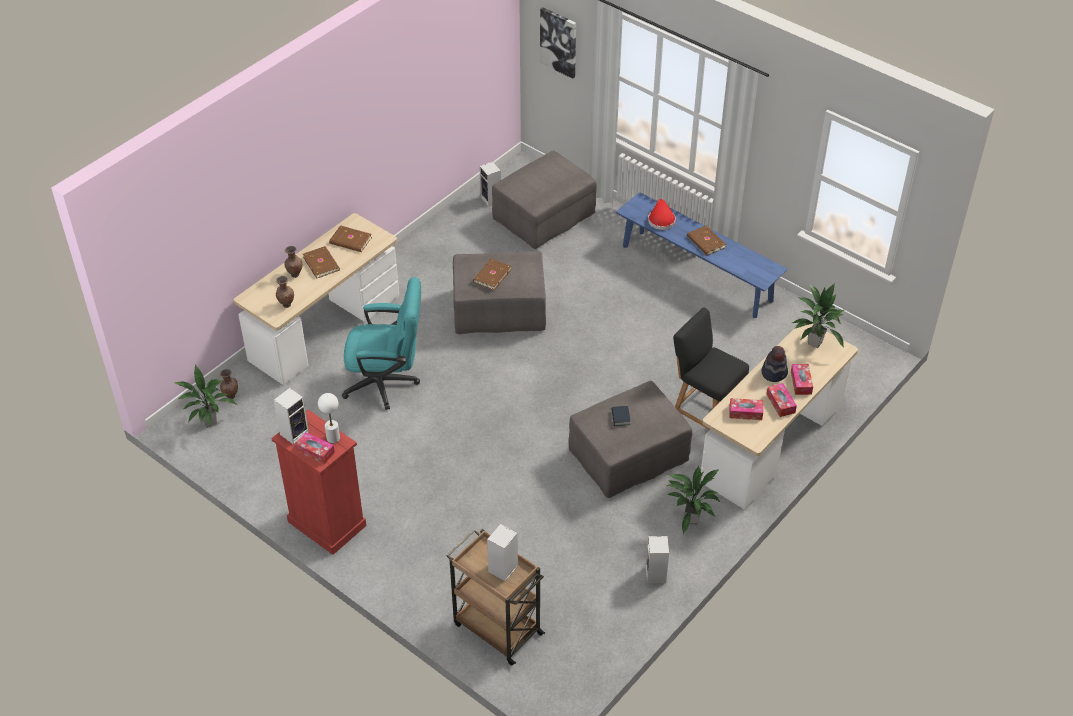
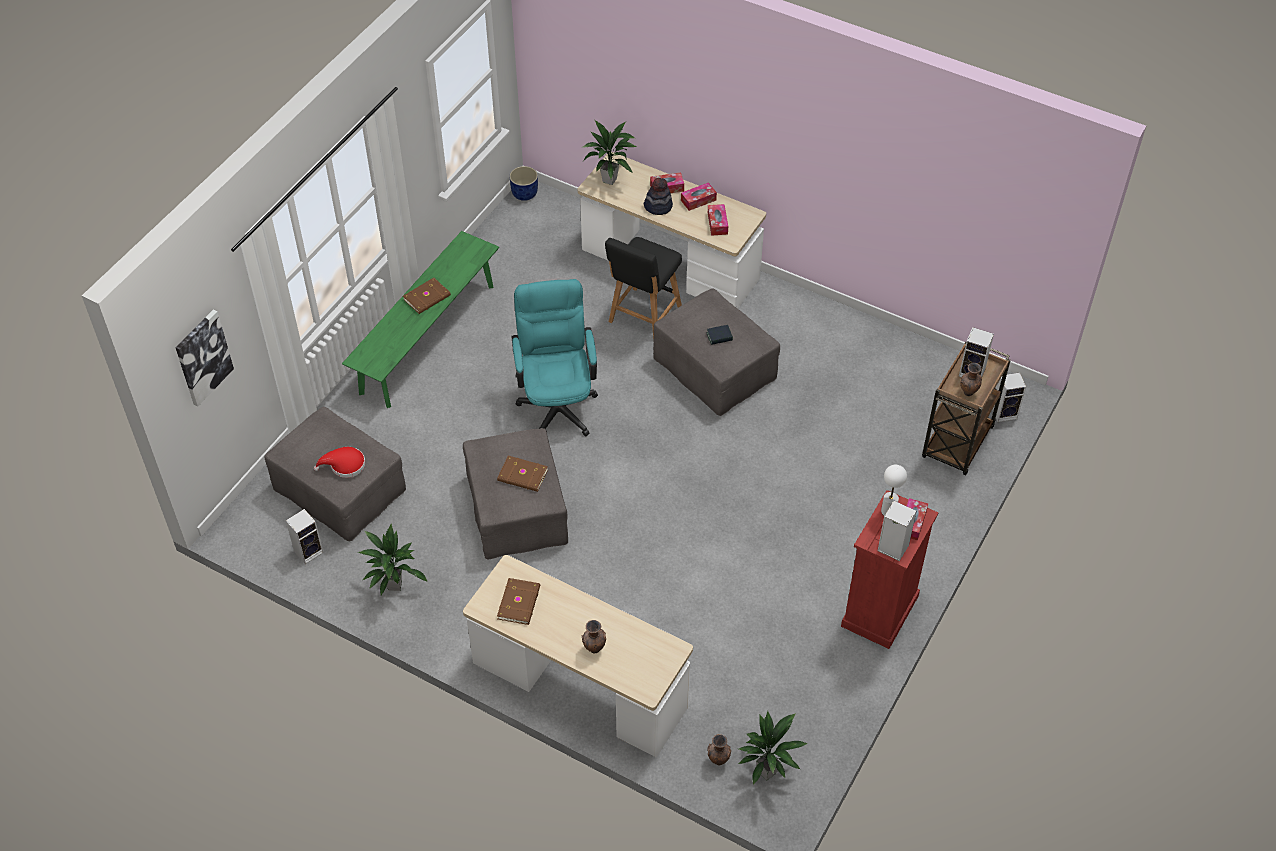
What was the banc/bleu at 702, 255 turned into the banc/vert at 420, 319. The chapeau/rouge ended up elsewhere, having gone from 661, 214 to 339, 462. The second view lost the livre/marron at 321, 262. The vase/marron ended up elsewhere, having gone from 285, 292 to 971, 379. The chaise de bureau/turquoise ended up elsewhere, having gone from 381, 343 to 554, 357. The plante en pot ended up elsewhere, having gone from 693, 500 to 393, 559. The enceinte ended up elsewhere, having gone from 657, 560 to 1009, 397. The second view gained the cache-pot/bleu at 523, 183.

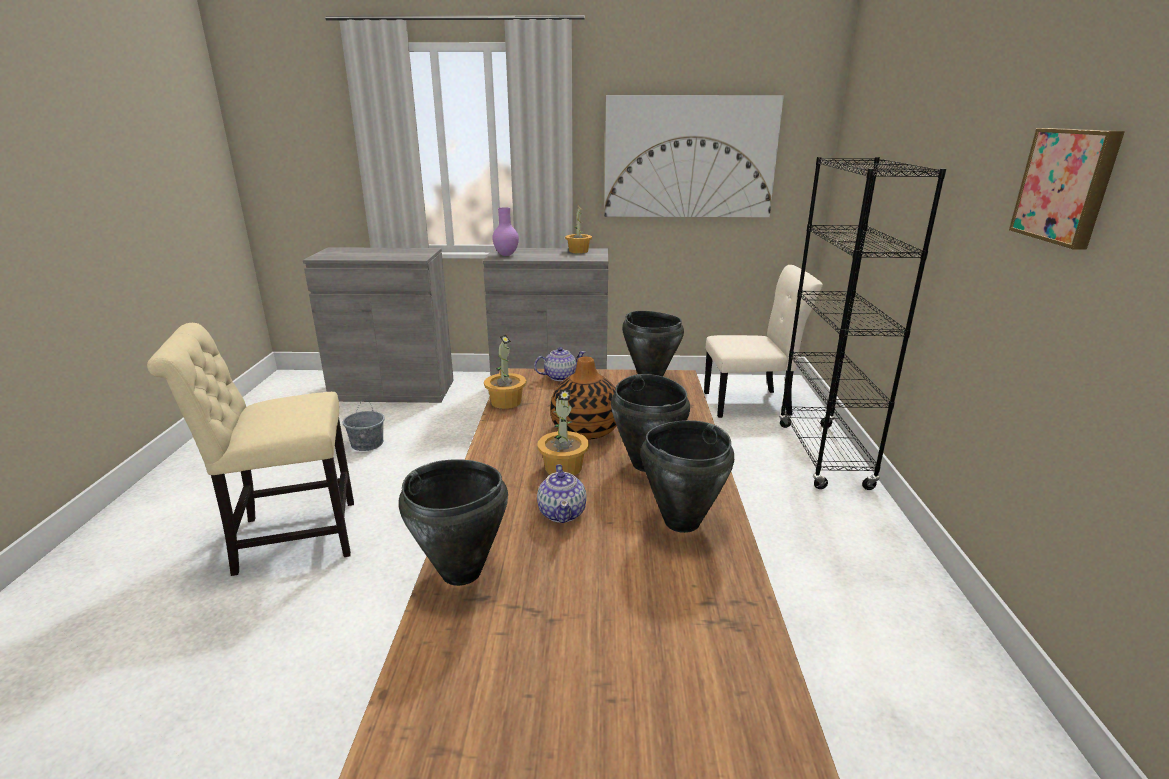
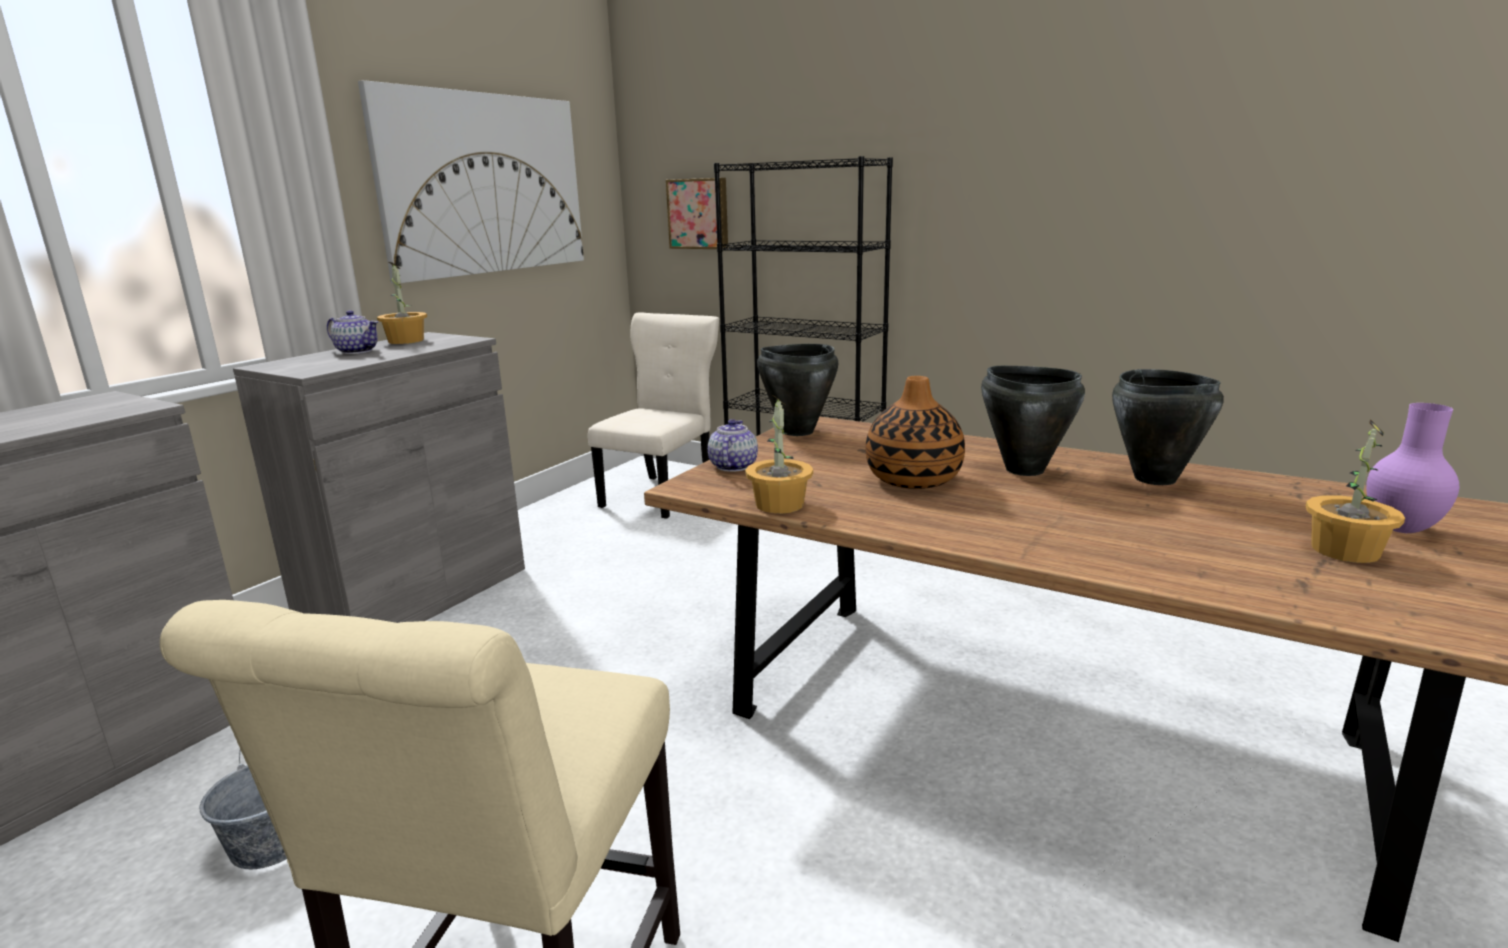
The tableau ended up elsewhere, having gone from 1067, 189 to 697, 213. The vase/violet ended up elsewhere, having gone from 505, 231 to 1412, 468. The plante en pot ended up elsewhere, having gone from 563, 432 to 1355, 491. The second view lost the marmite/noir at 453, 522. The théière ended up elsewhere, having gone from 562, 493 to 352, 332.

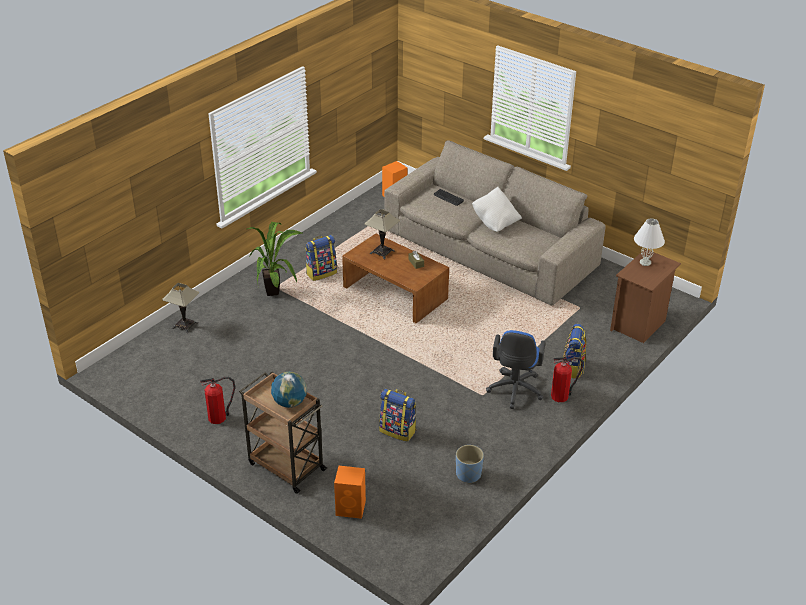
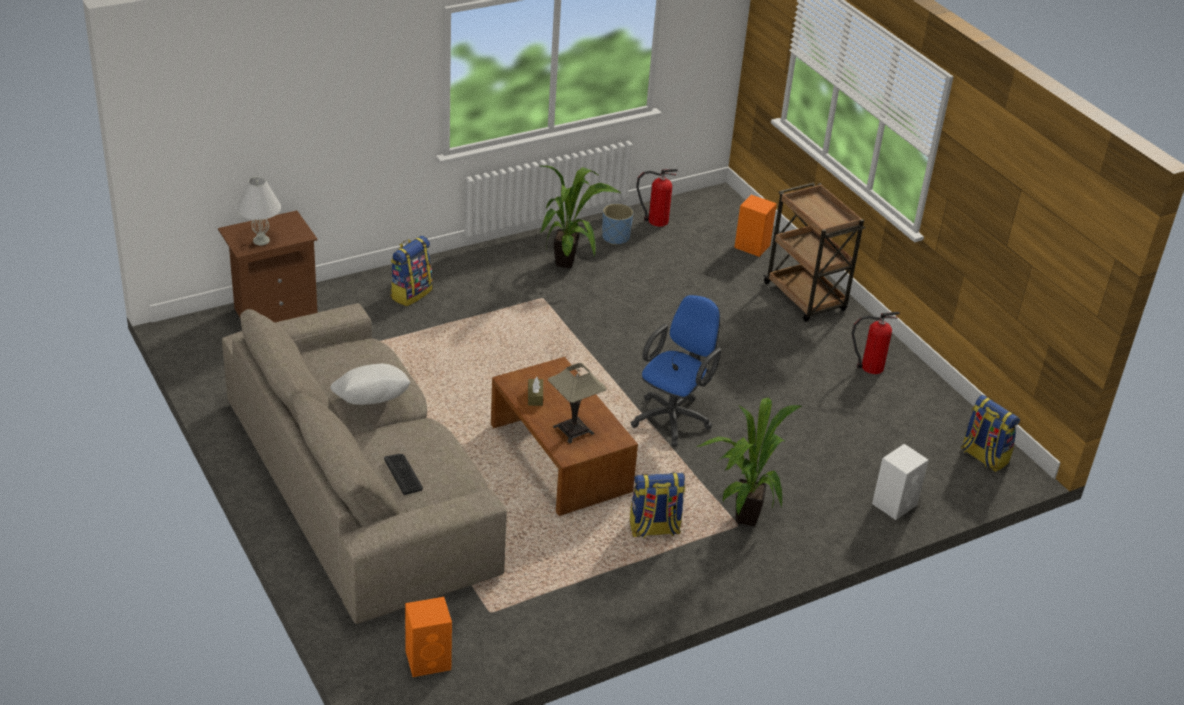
Where the lampe de table stood at 180, 308, the enceinte/blanc came to stand at 900, 482. The chaise de bureau/bleu ended up elsewhere, having gone from 515, 369 to 676, 371. The extincteur ended up elsewhere, having gone from 567, 379 to 657, 198. The second view lost the globe at 289, 390. The sac à dos ended up elsewhere, having gone from 397, 415 to 990, 433. The second view gained the plante en pot at 580, 217.

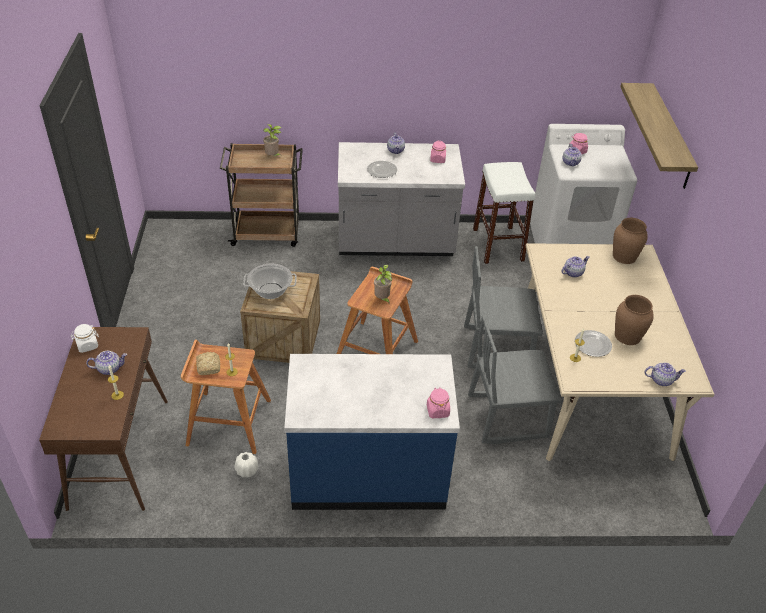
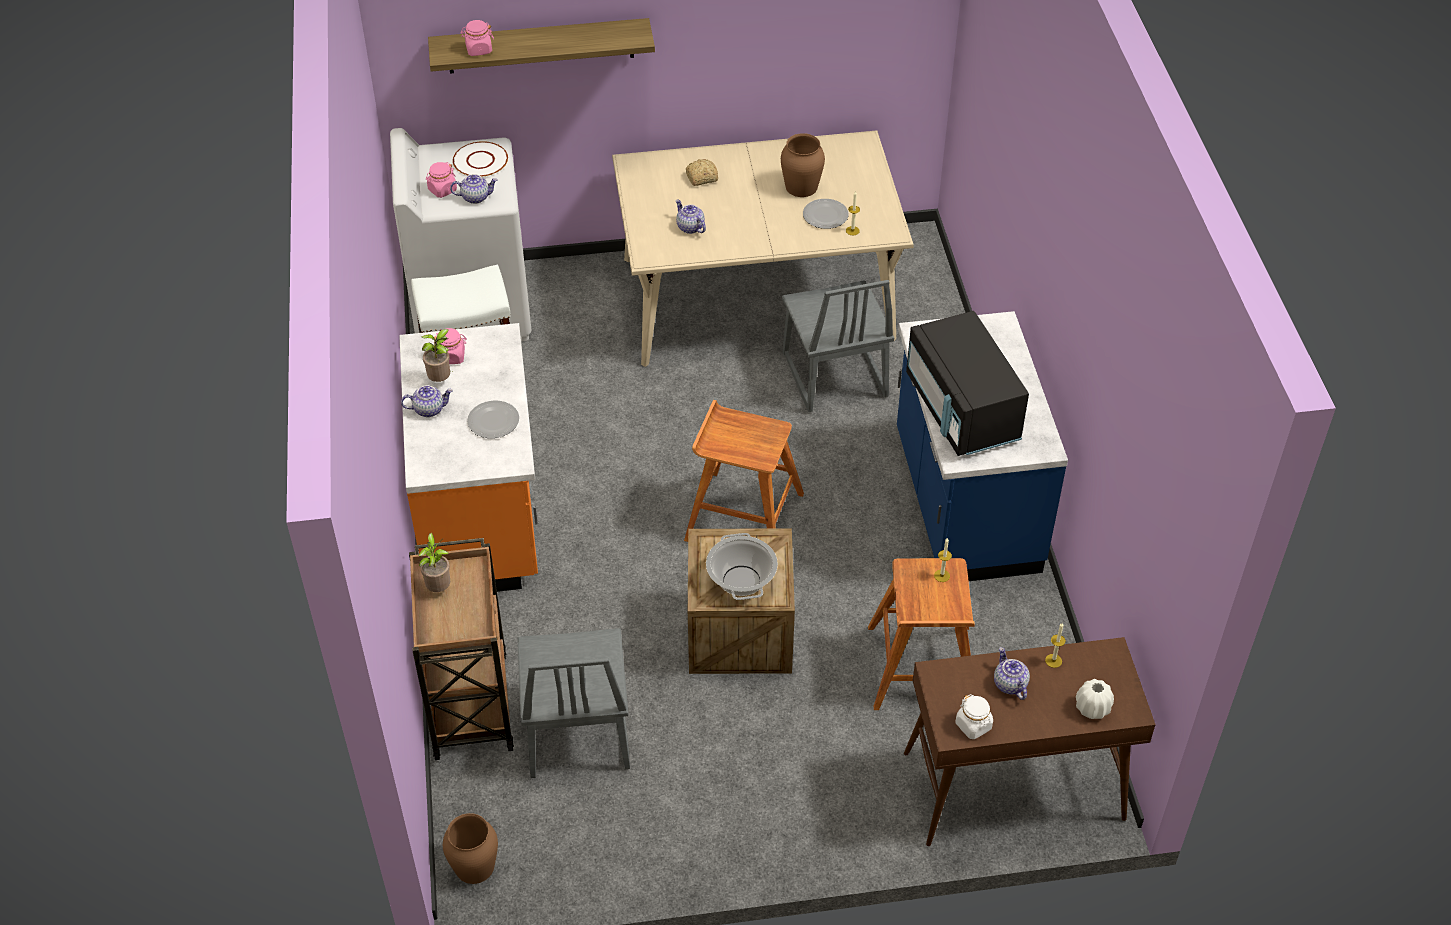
What was the comptoir de cuisine/gris at 401, 199 turned into the comptoir de cuisine/orange at 468, 457. The vase/marron ended up elsewhere, having gone from 630, 241 to 470, 848. The chaise/gris ended up elsewhere, having gone from 503, 307 to 573, 703. The plante en pot ended up elsewhere, having gone from 383, 283 to 435, 355. The pain ended up elsewhere, having gone from 208, 363 to 702, 172. The second view lost the théière at 665, 374. The bocal/rose ended up elsewhere, having gone from 438, 403 to 477, 38. The vase/blanc ended up elsewhere, having gone from 246, 465 to 1095, 699. The second view gained the assiette/blanc at 480, 159. The second view gained the micro-ondes/noir at 967, 383.

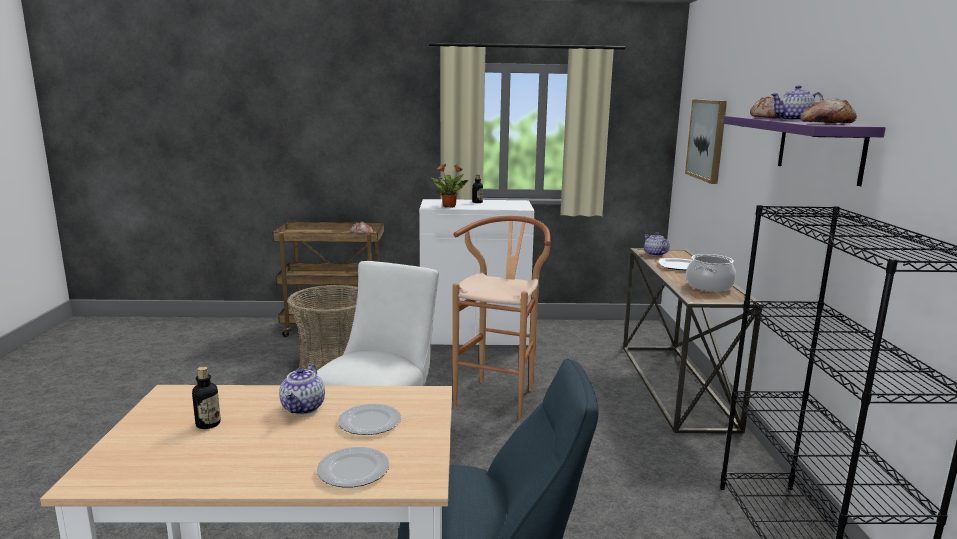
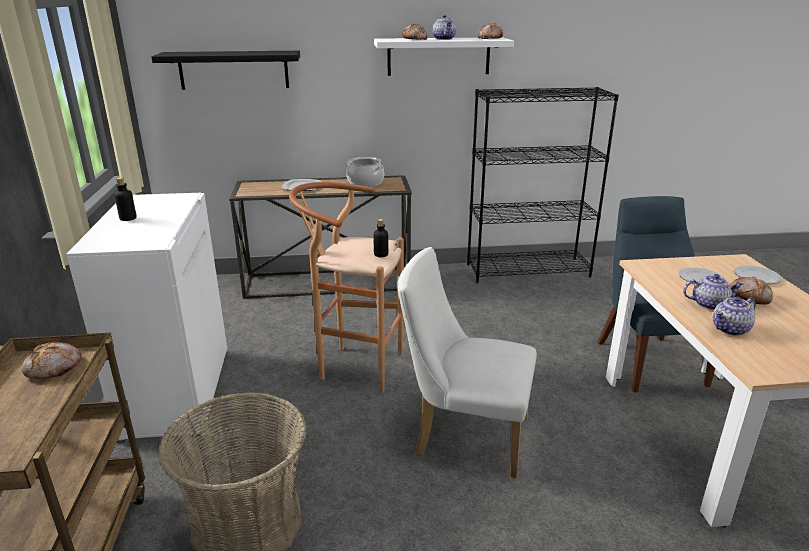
Where the tableau hung at 706, 141, the étagère/noir came to hang at 225, 70. What was the étagère/violet at 804, 151 turned into the étagère/blanc at 444, 56. The second view lost the plante en pot at 449, 186. The théière ended up elsewhere, having gone from 657, 244 to 734, 316. The bouteille ended up elsewhere, having gone from 206, 397 to 381, 238. The second view gained the pain at 751, 290.

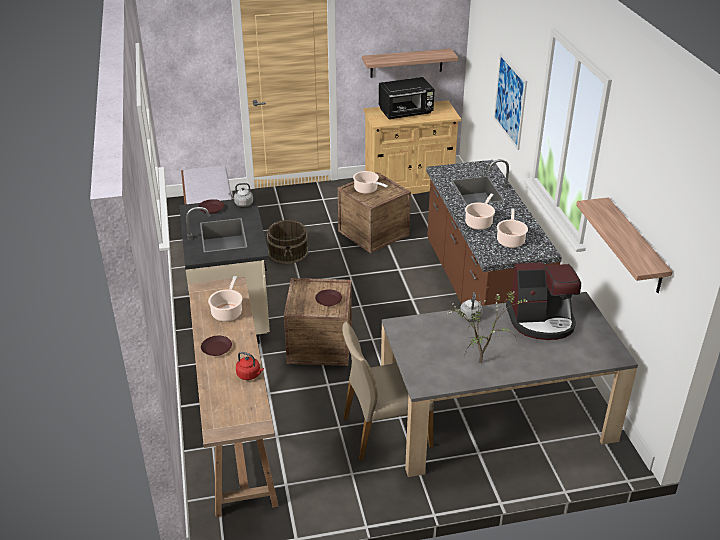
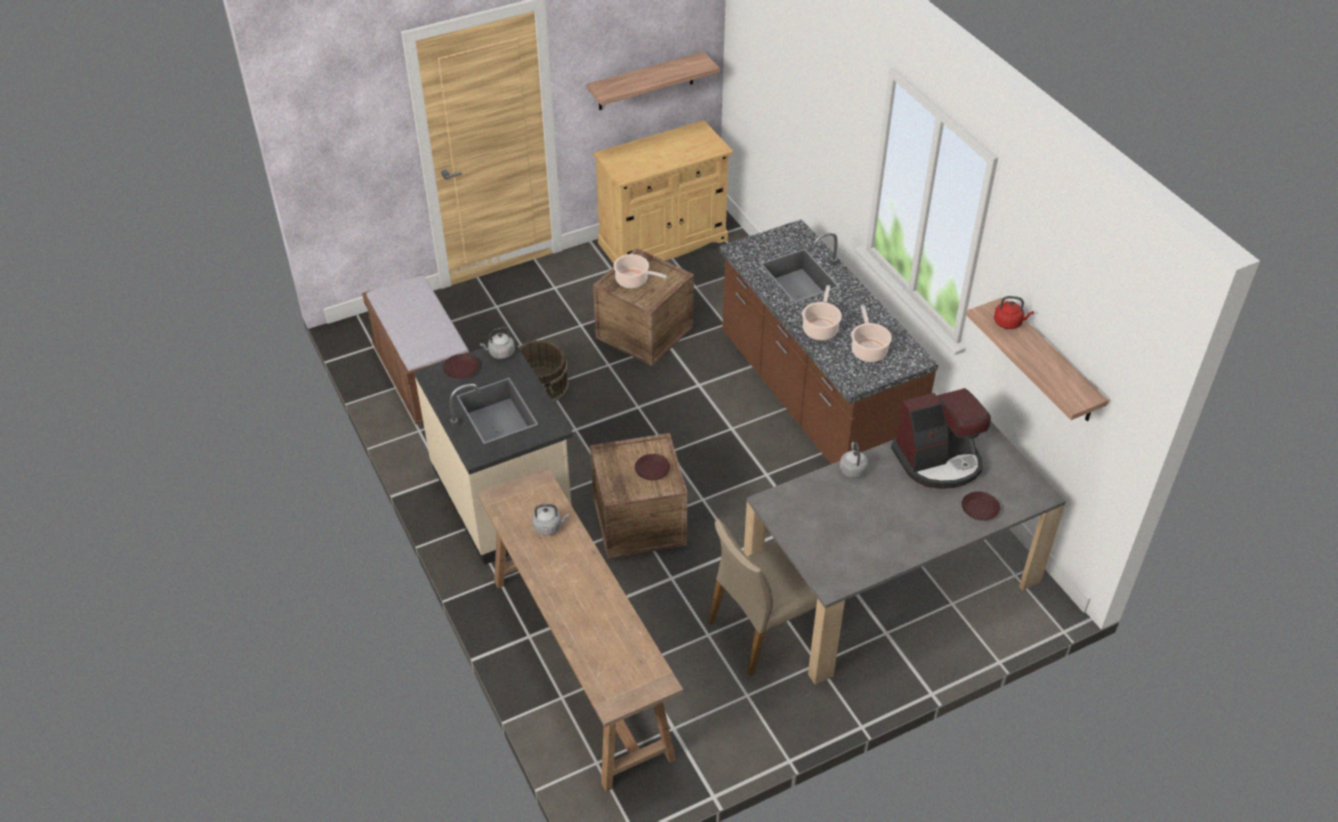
The second view lost the tableau at 510, 101. The second view lost the micro-ondes/noir at 407, 98. Where the marmite stood at 225, 298, the bouilloire/gris came to stand at 550, 519. The second view lost the plante en pot at 488, 327. The assiette/marron ended up elsewhere, having gone from 216, 346 to 981, 506. The bouilloire/rouge ended up elsewhere, having gone from 250, 366 to 1014, 312.

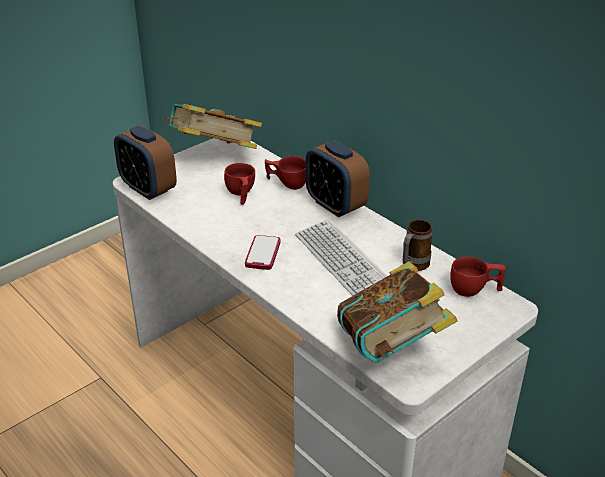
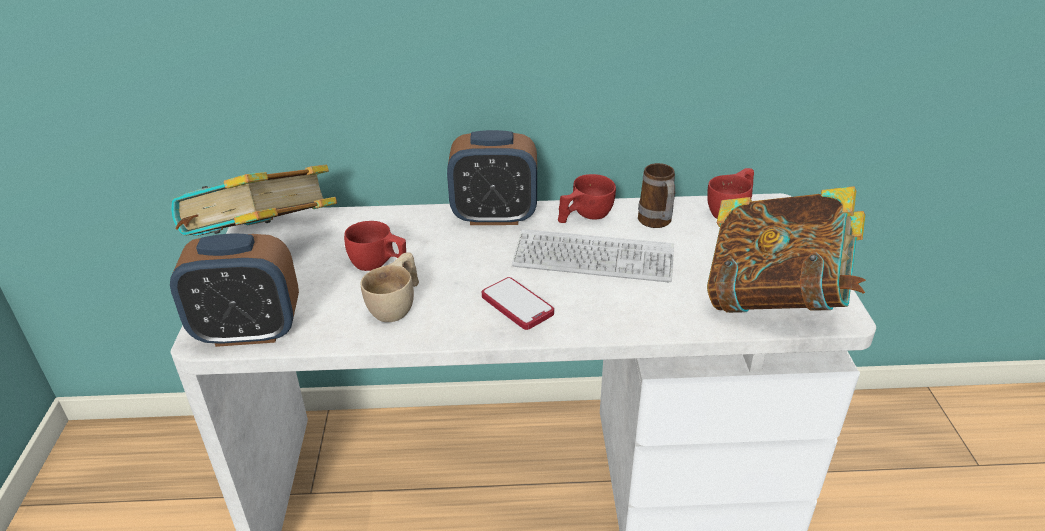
The tasse/rouge ended up elsewhere, having gone from 285, 173 to 587, 198. The second view gained the tasse/beige at 390, 287.

